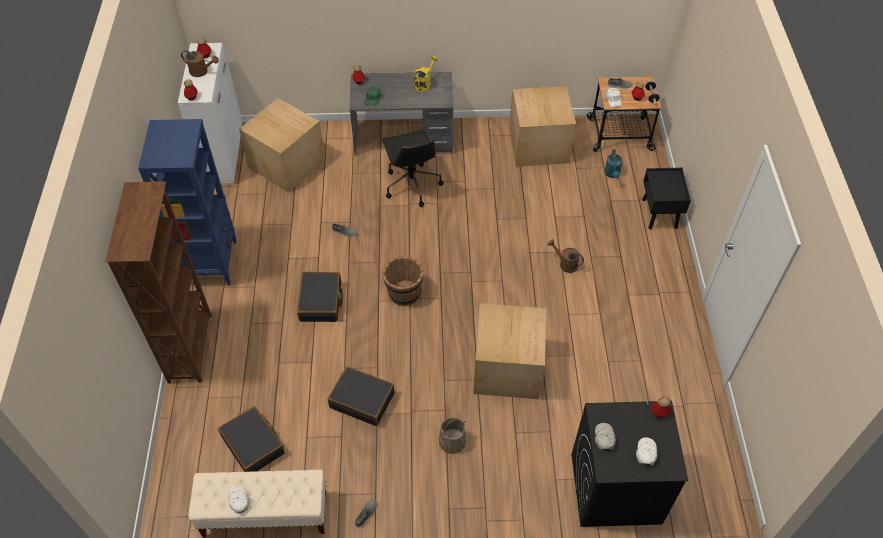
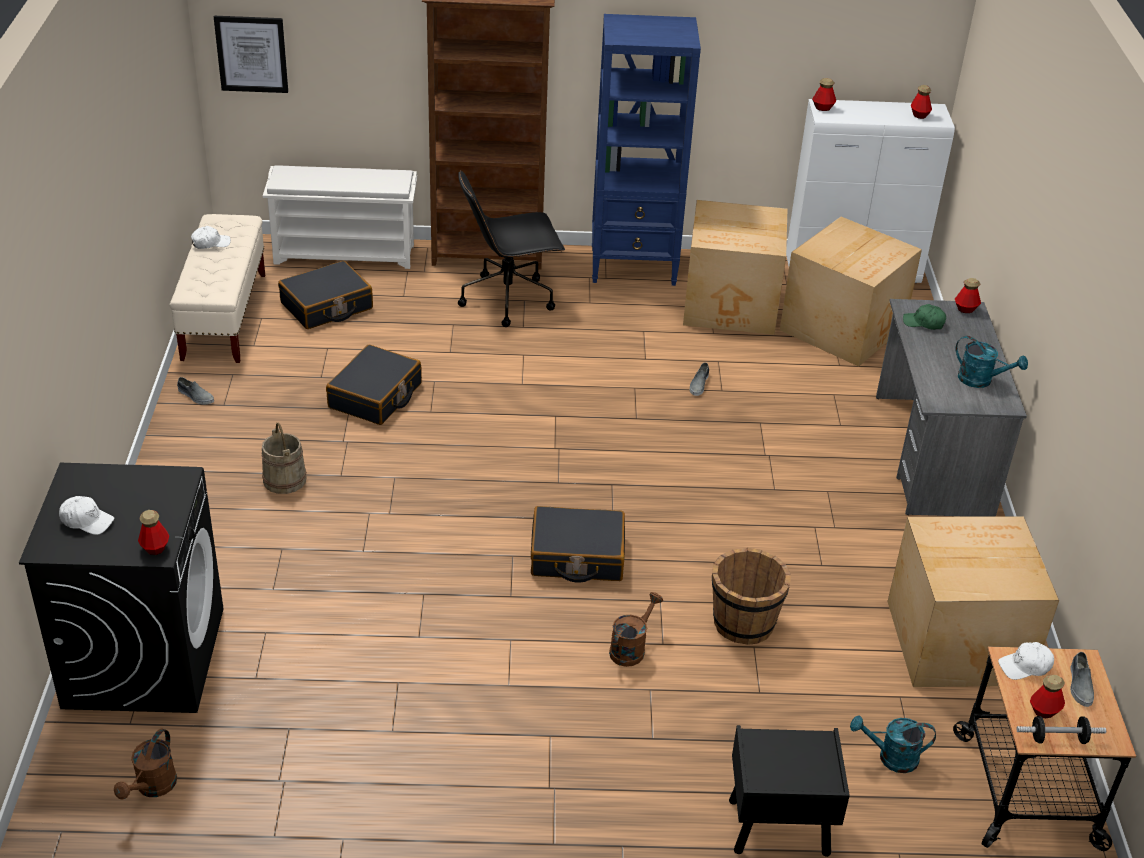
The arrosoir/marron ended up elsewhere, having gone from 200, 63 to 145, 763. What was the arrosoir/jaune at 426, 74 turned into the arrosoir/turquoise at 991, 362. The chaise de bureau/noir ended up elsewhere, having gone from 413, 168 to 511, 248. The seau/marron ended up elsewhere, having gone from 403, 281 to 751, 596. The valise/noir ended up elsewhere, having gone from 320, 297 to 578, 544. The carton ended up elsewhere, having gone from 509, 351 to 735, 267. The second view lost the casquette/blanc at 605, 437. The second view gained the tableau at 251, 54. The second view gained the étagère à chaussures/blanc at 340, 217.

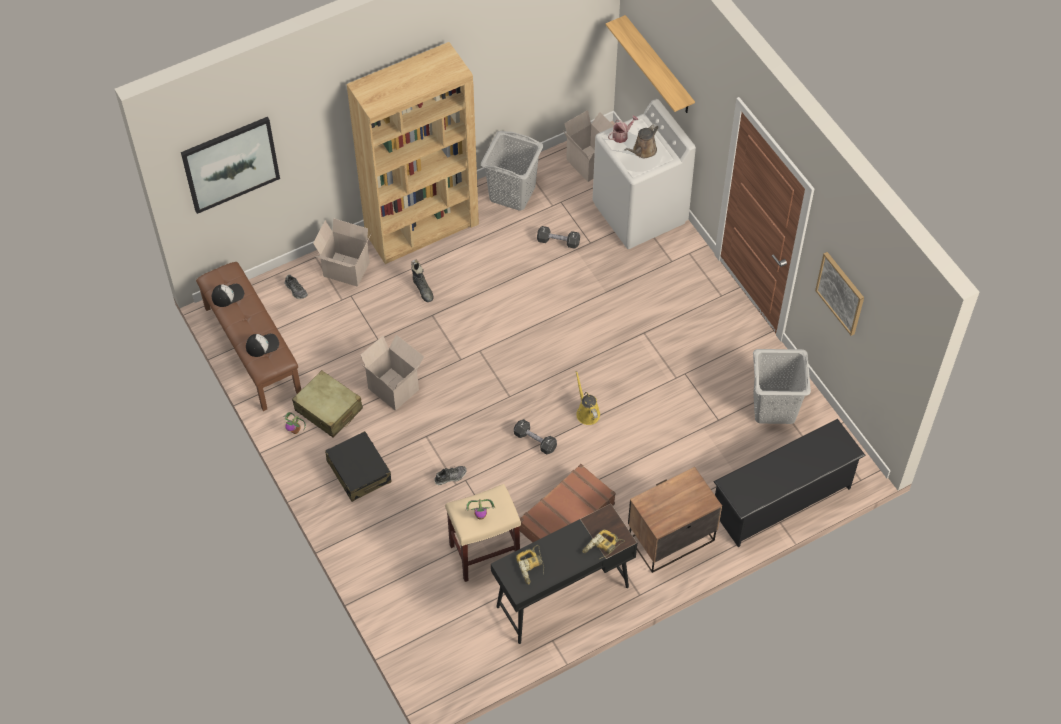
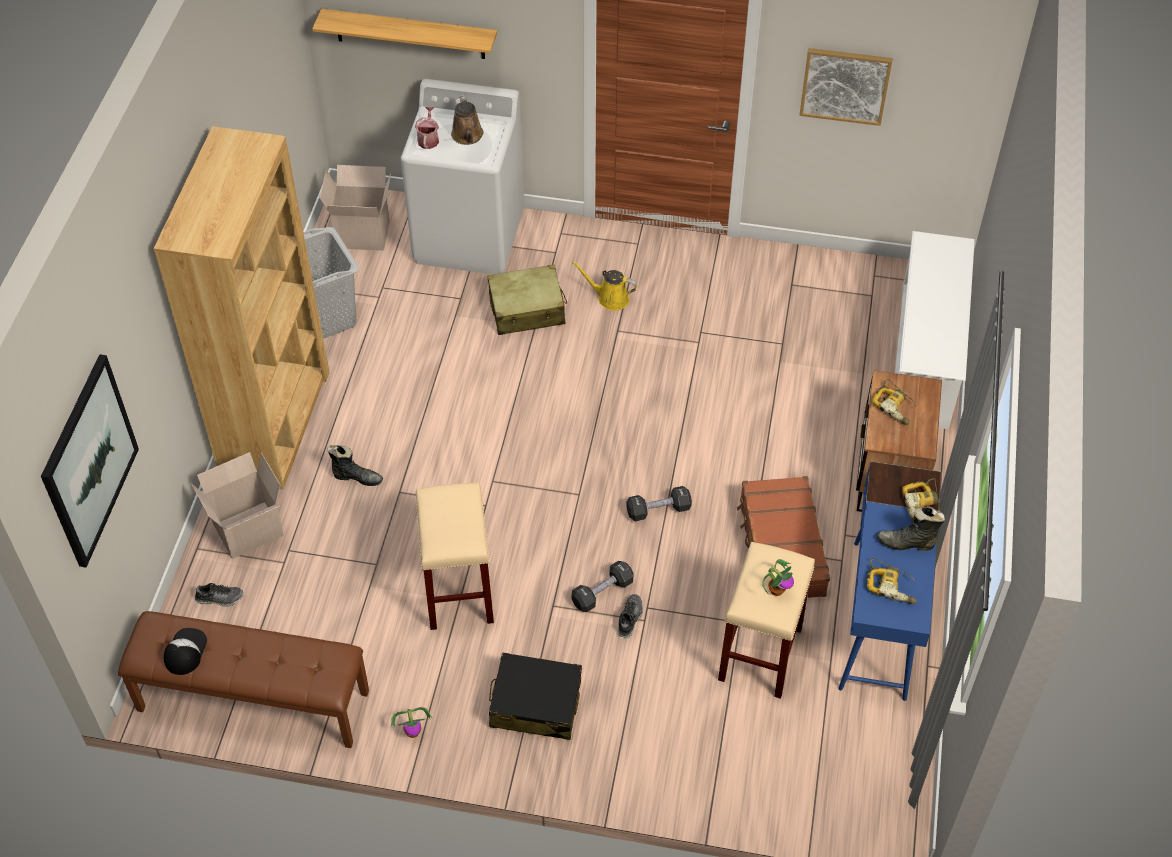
The haltère/noir ended up elsewhere, having gone from 558, 237 to 603, 586. The second view lost the casquette at 262, 345. Where the carton stood at 392, 373, the tabouret/beige came to stand at 454, 556. The second view lost the panier à linge/gris at 782, 386. The valise/beige ended up elsewhere, having gone from 327, 403 to 527, 299. The arrosoir/jaune ended up elsewhere, having gone from 587, 398 to 604, 286. What was the étagère à chaussures/noir at 790, 483 turned into the étagère à chaussures/blanc at 935, 330. What was the bureau/noir at 564, 574 turned into the bureau/bleu at 890, 581. The second view gained the perceuse at 894, 402. The second view gained the botte/noir at 911, 528.

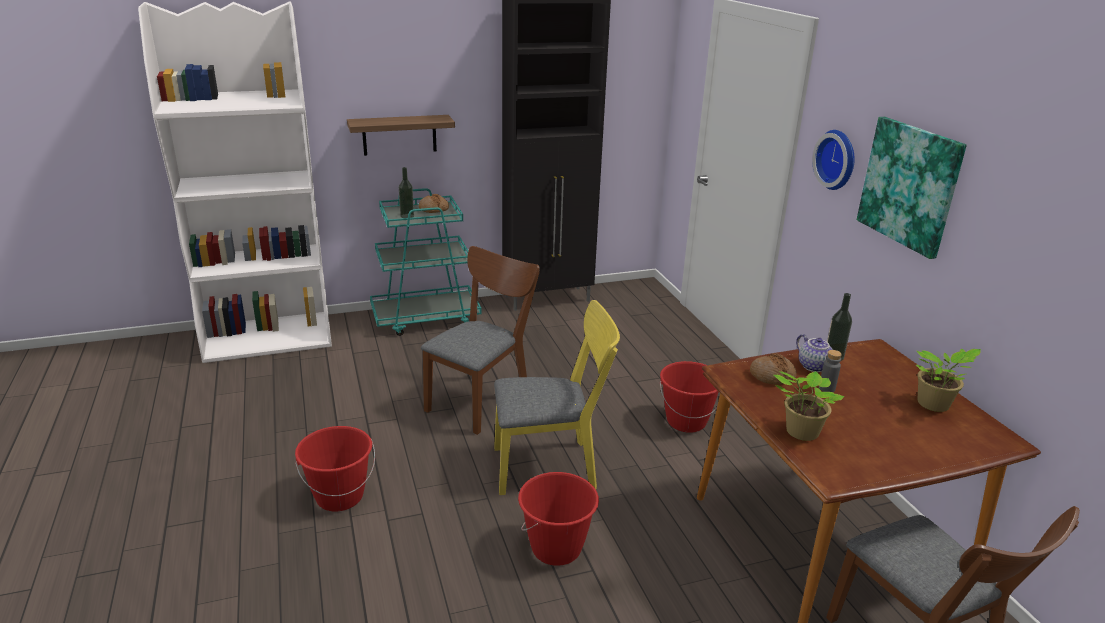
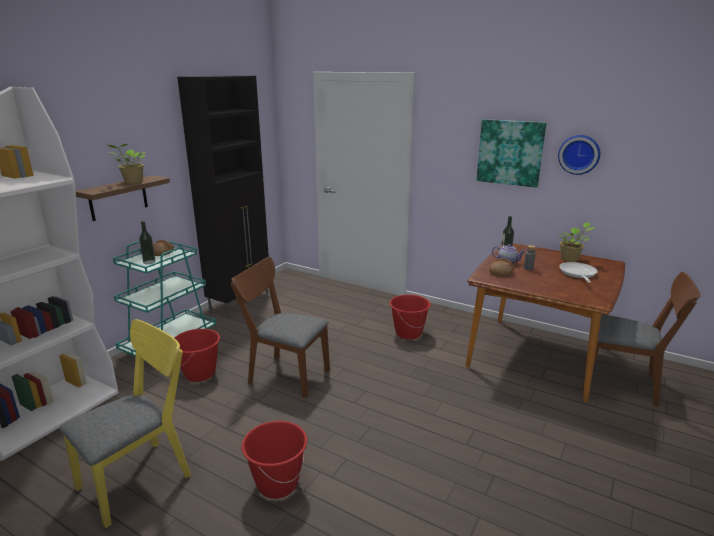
The horloge murale ended up elsewhere, having gone from 833, 160 to 579, 155. The chaise/marron at 480, 340 ended up facing another way, 60 degrees counterclockwise from before. The chaise/jaune ended up elsewhere, having gone from 557, 397 to 125, 423. The plante en pot ended up elsewhere, having gone from 809, 406 to 126, 164. The seau/rouge ended up elsewhere, having gone from 558, 519 to 197, 355. The second view gained the poêle at 578, 272.

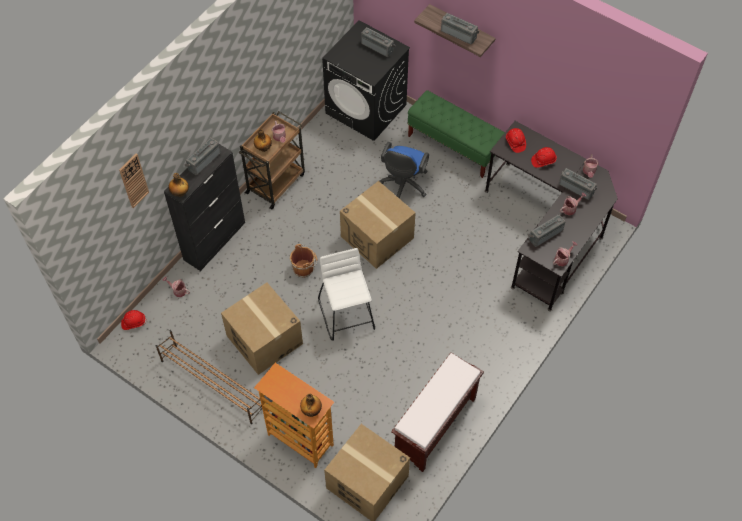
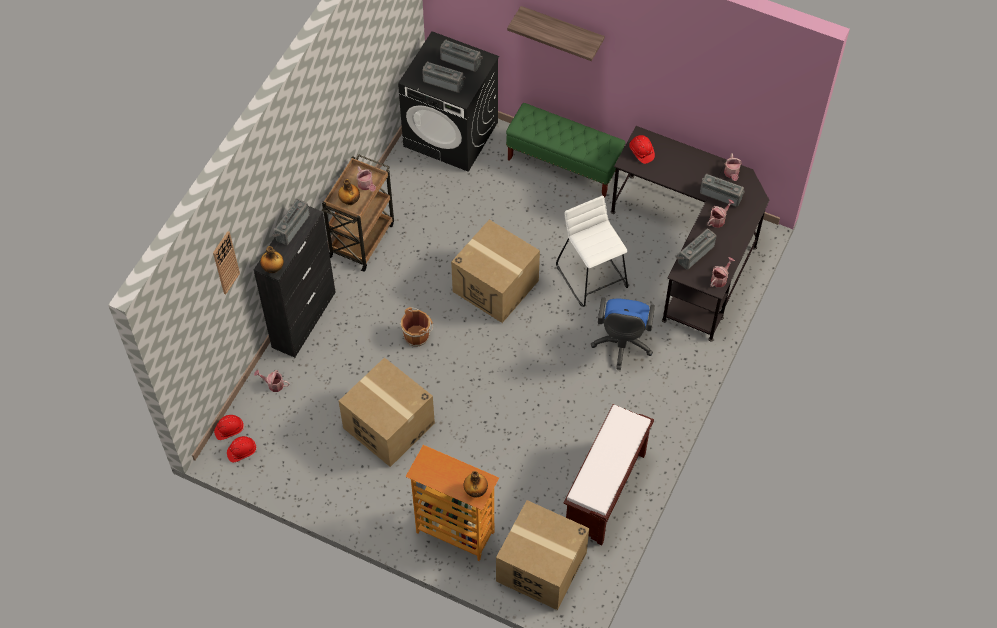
The radio ended up elsewhere, having gone from 460, 29 to 444, 77. The chaise de bureau/bleu ended up elsewhere, having gone from 404, 170 to 623, 333. The casque de chantier/rouge ended up elsewhere, having gone from 544, 157 to 242, 449. The tabouret/blanc ended up elsewhere, having gone from 346, 294 to 592, 251. The second view lost the étagère à chaussures/marron at 209, 377.

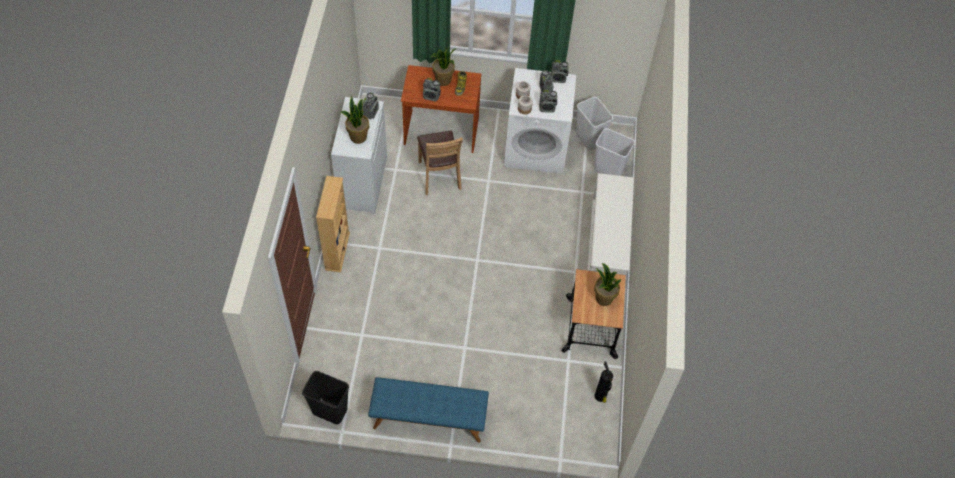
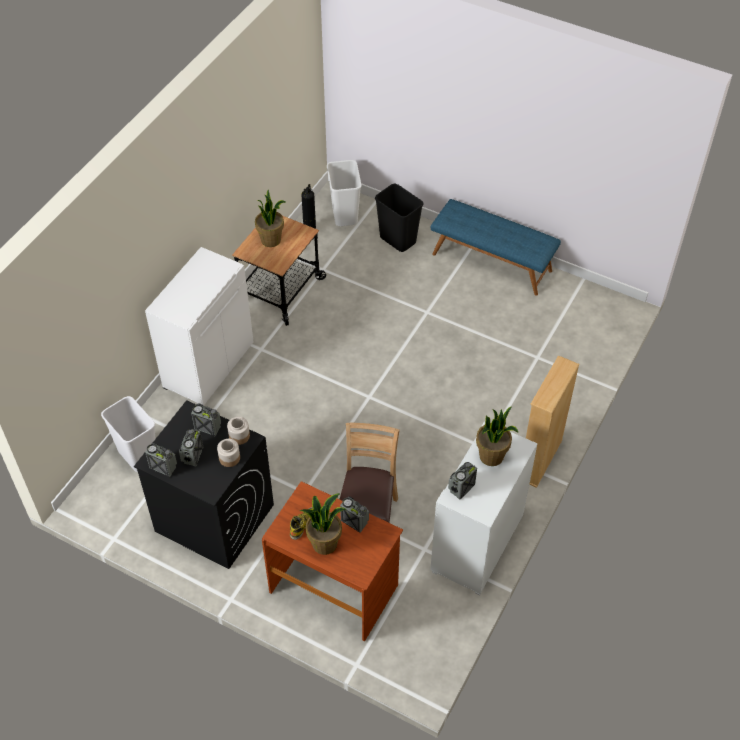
What was the lave-linge/blanc at 540, 121 turned into the lave-linge/noir at 204, 484. The poubelle/blanc ended up elsewhere, having gone from 594, 124 to 344, 193. Where the étagère à chaussures/blanc stood at 610, 224, the meuble de rangement/blanc came to stand at 199, 326. The poubelle/noir ended up elsewhere, having gone from 325, 397 to 399, 218.

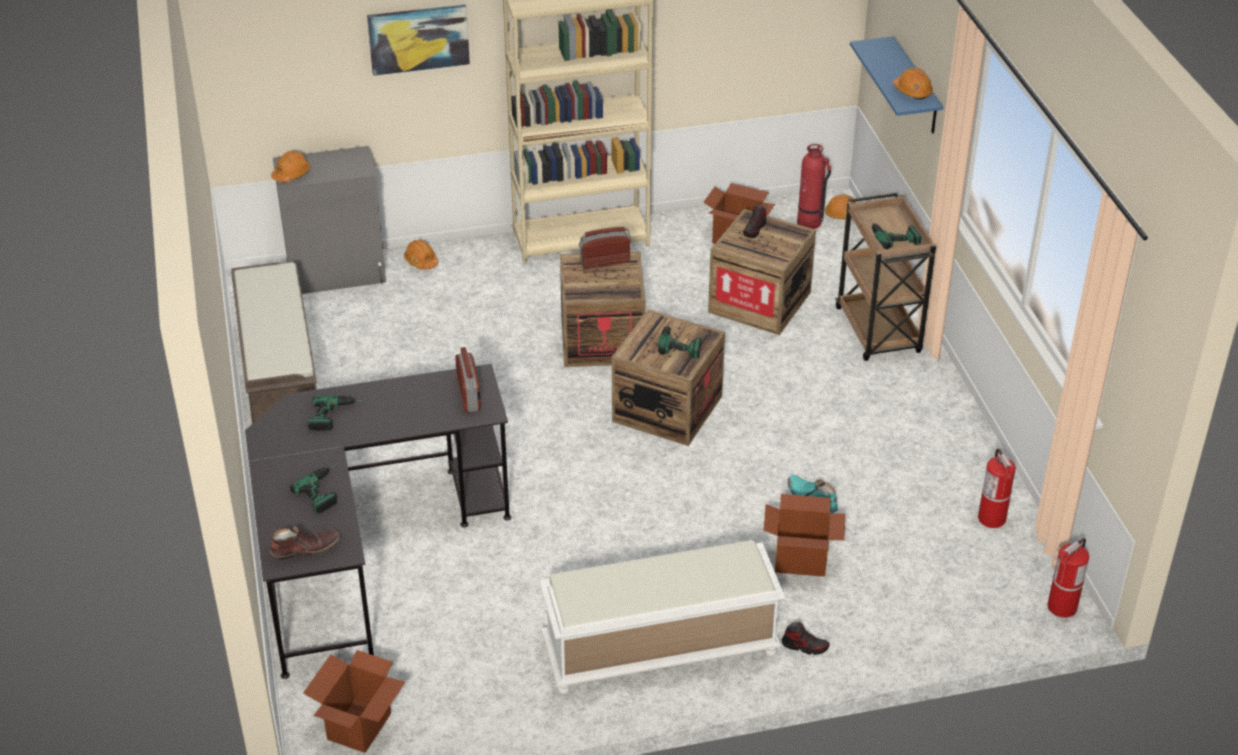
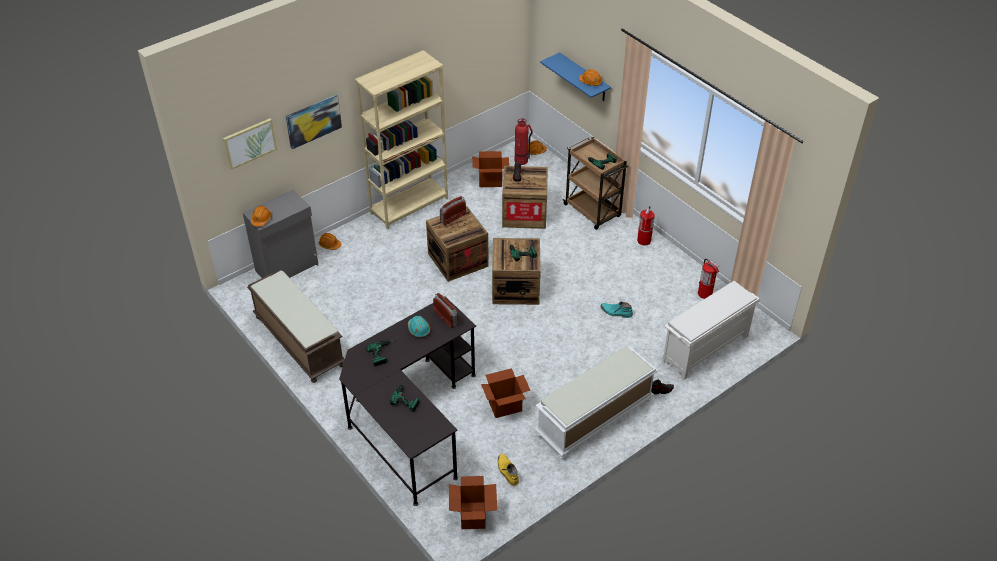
The carton ended up elsewhere, having gone from 804, 535 to 505, 393. The second view lost the botte/marron at 305, 543. The extincteur ended up elsewhere, having gone from 1068, 578 to 646, 225. The second view gained the tableau at 250, 144. The second view gained the étagère à chaussures/blanc at 711, 330. The second view gained the casque de chantier/turquoise at 419, 326. The second view gained the botte/jaune at 508, 470.

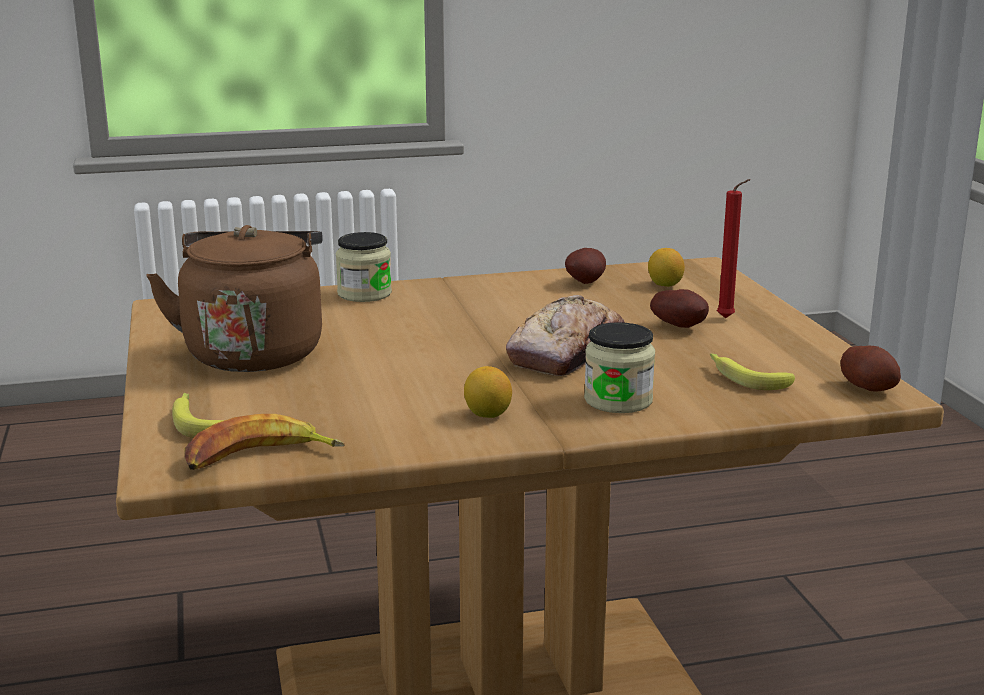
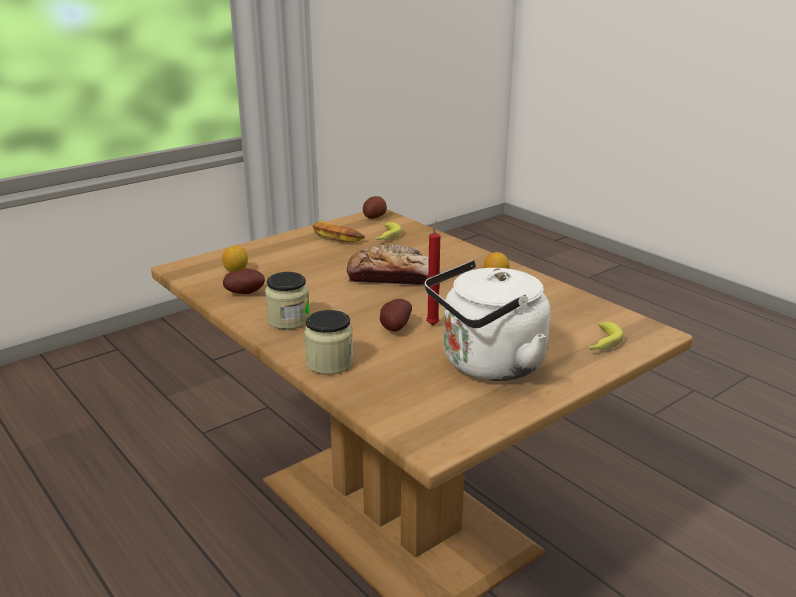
The bougie/rouge ended up elsewhere, having gone from 734, 248 to 433, 273. What was the bouilloire/marron at 234, 298 turned into the bouilloire/blanc at 487, 320. The pomme de terre ended up elsewhere, having gone from 679, 308 to 396, 315. The bocal ended up elsewhere, having gone from 619, 367 to 287, 301. The banane ended up elsewhere, having gone from 265, 442 to 338, 230.

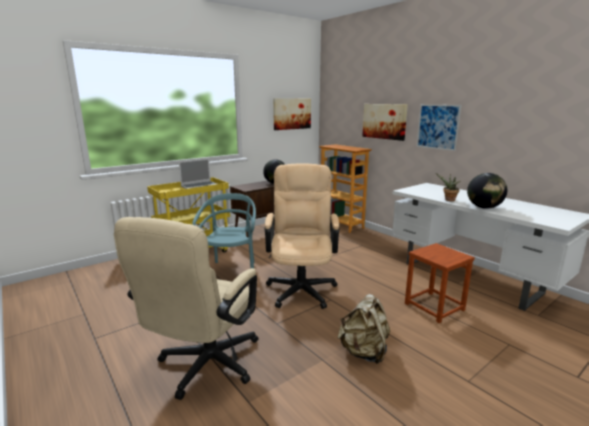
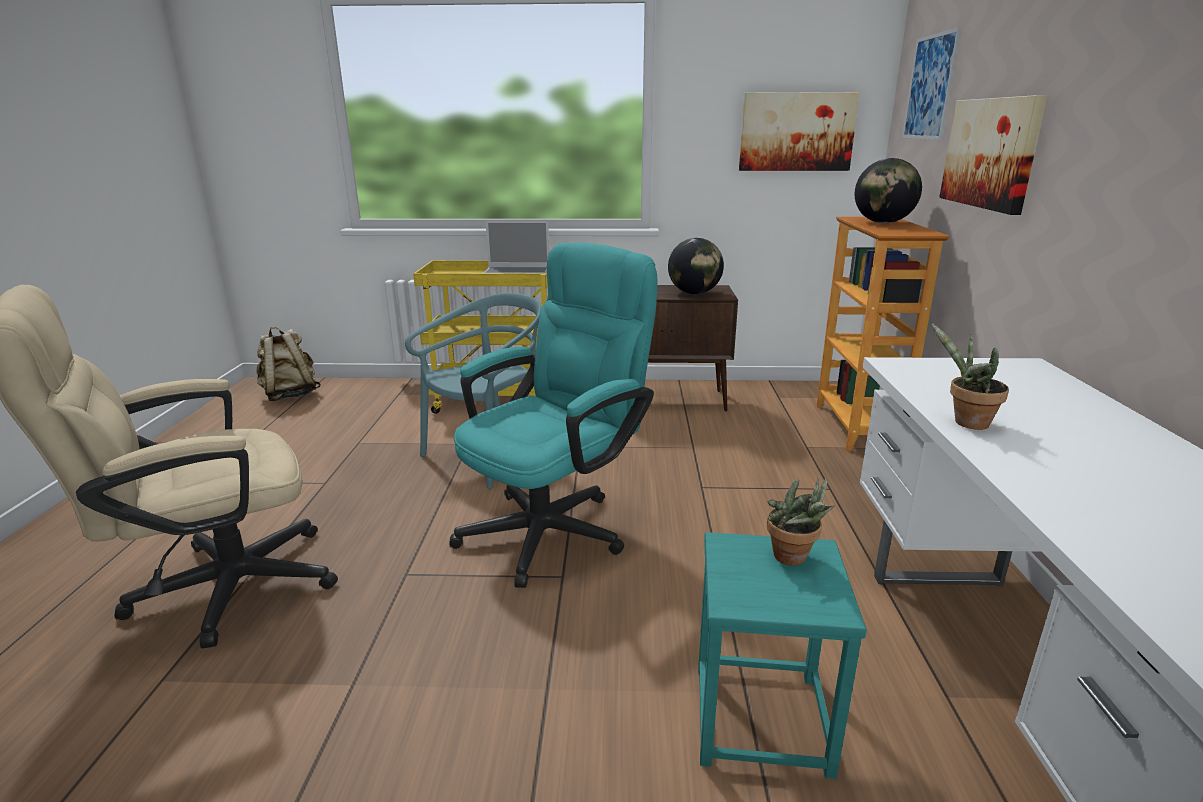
The tableau ended up elsewhere, having gone from 439, 127 to 932, 83. What was the chaise de bureau/beige at 302, 236 turned into the chaise de bureau/turquoise at 553, 415. The globe ended up elsewhere, having gone from 487, 191 to 888, 190. What was the tabouret/marron at 440, 283 turned into the tabouret/turquoise at 782, 655. The sac à dos/beige ended up elsewhere, having gone from 364, 329 to 288, 364. The second view gained the plante en pot at 800, 522.

